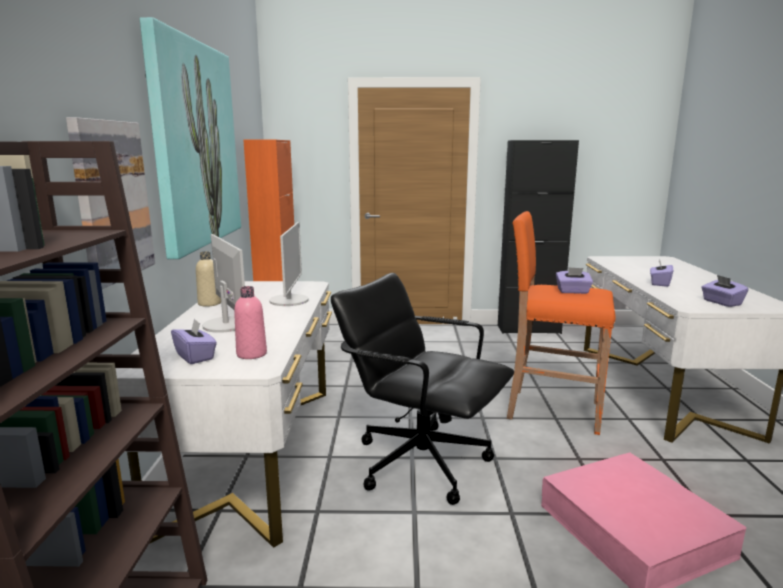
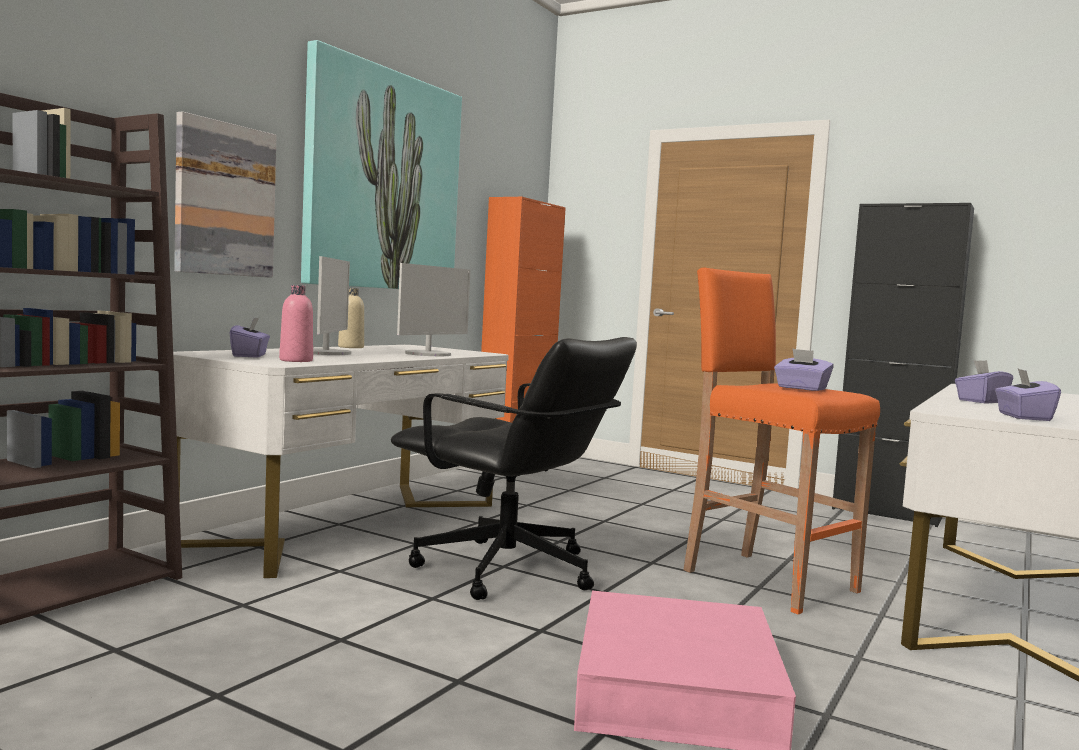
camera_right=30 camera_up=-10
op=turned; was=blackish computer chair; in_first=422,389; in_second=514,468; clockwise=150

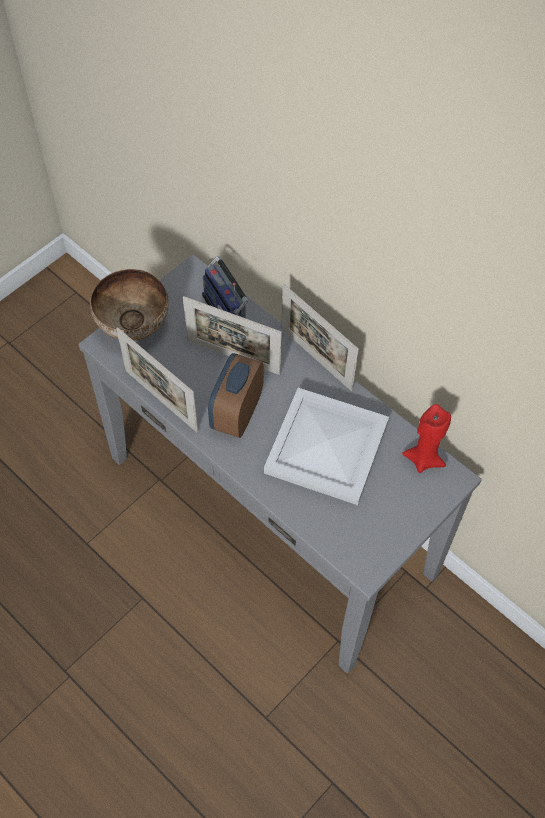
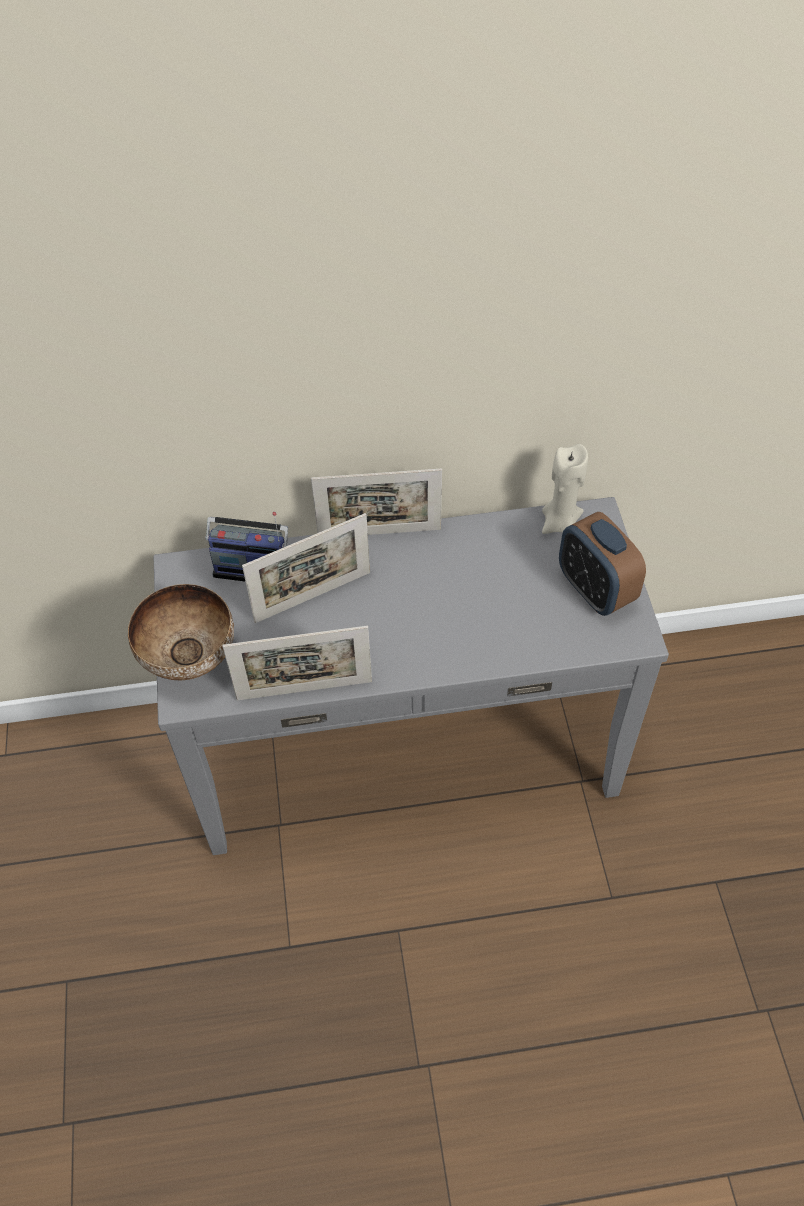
camera_right=-50 camera_up=-5
op=moved; was=table clock; in_first=236,395; in_second=602,564
op=removed; was=whitish tray; in_first=326,446
op=recoloured; was=reddish candle; now=sand-coloured candle; in_first=426,438; in_second=565,489

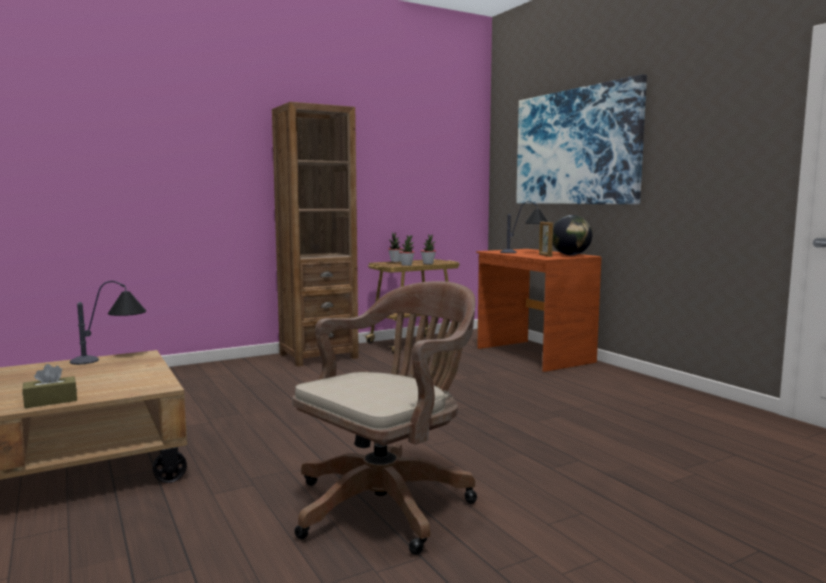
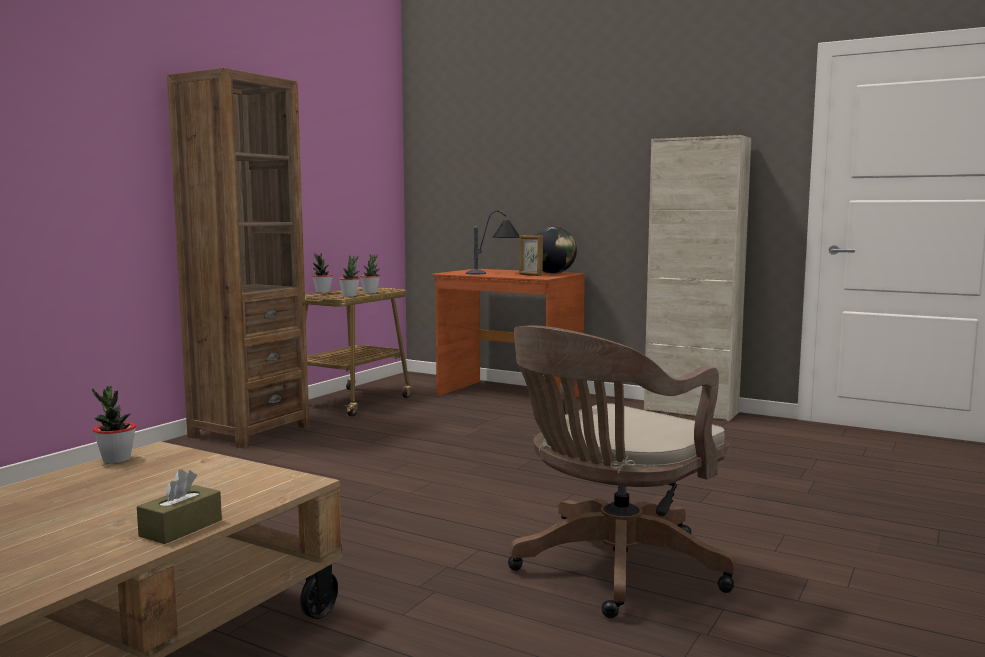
camera_right=-30 camera_up=0
op=removed; was=picture; in_first=581,139
op=replaced; was=table lamp; now=plant in a pot; in_first=108,323; in_second=114,425
op=turned; was=brownish computer chair; in_first=384,418; in_second=622,471; clockwise=-150
op=added; now=sand-coloured cupboard; in_second=697,278

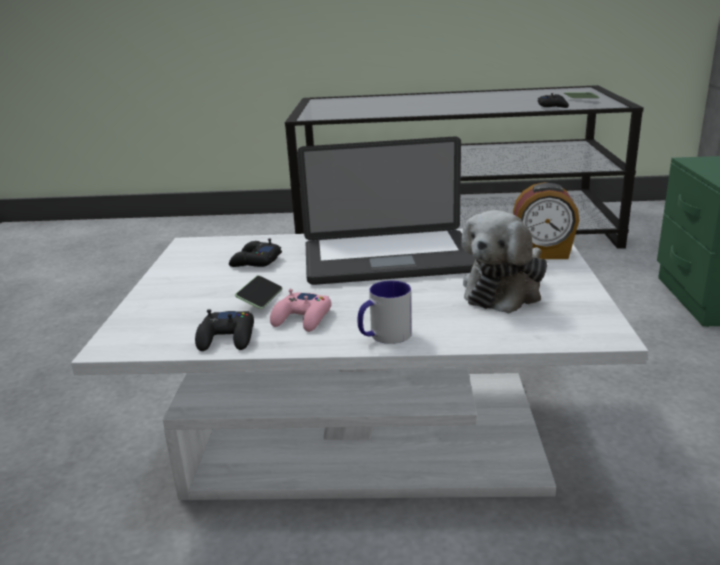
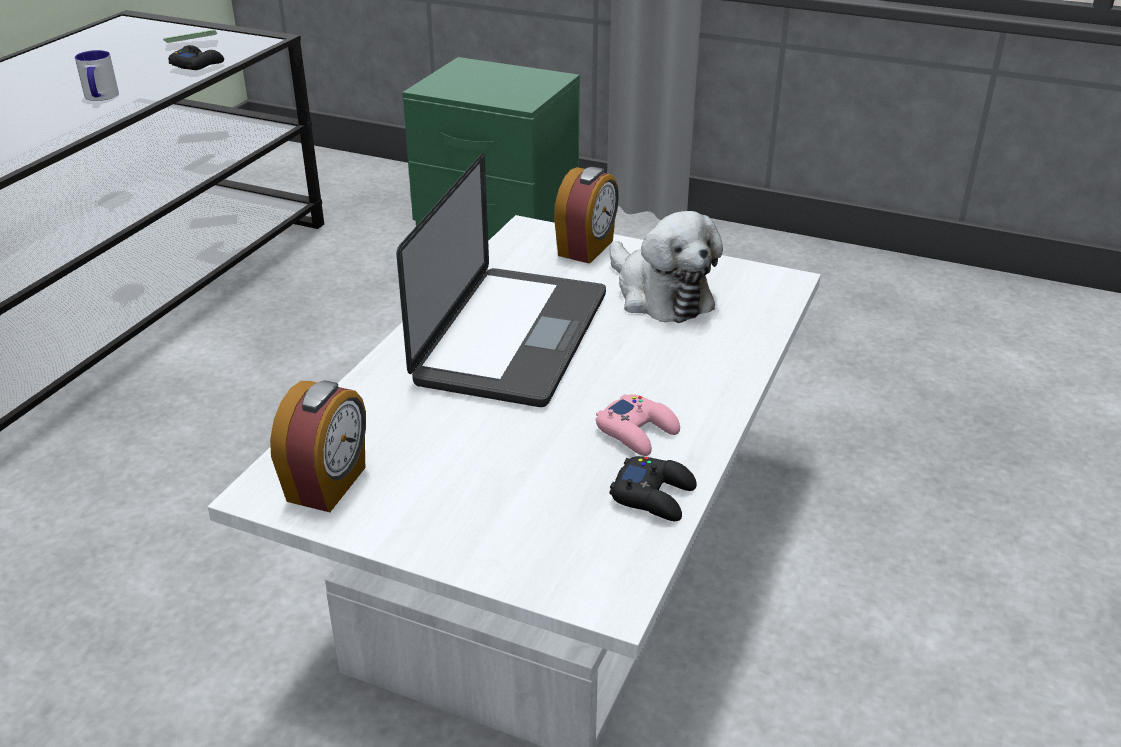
camera_right=-70 camera_up=10
op=removed; was=blackish game controller; in_first=255,252
op=removed; was=telephone; in_first=259,292
op=moved; was=tea mug; in_first=385,312; in_second=97,75
op=added; now=table clock; in_second=318,446

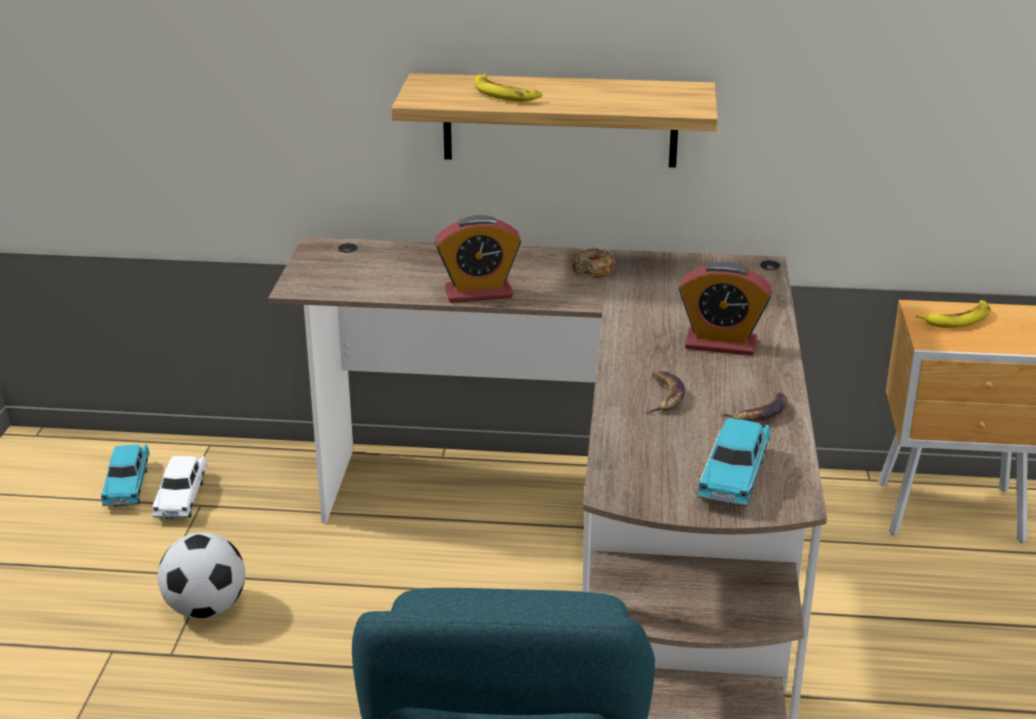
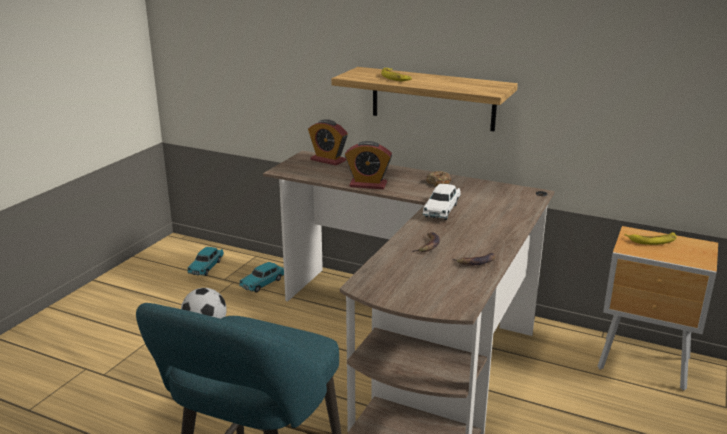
camera_right=20 camera_up=-5
op=moved; was=table clock; in_first=725,309; in_second=328,142
op=moved; was=blue-green miniature car; in_first=734,462; in_second=261,277
op=moved; was=whitish miniature car; in_first=179,487; in_second=442,202

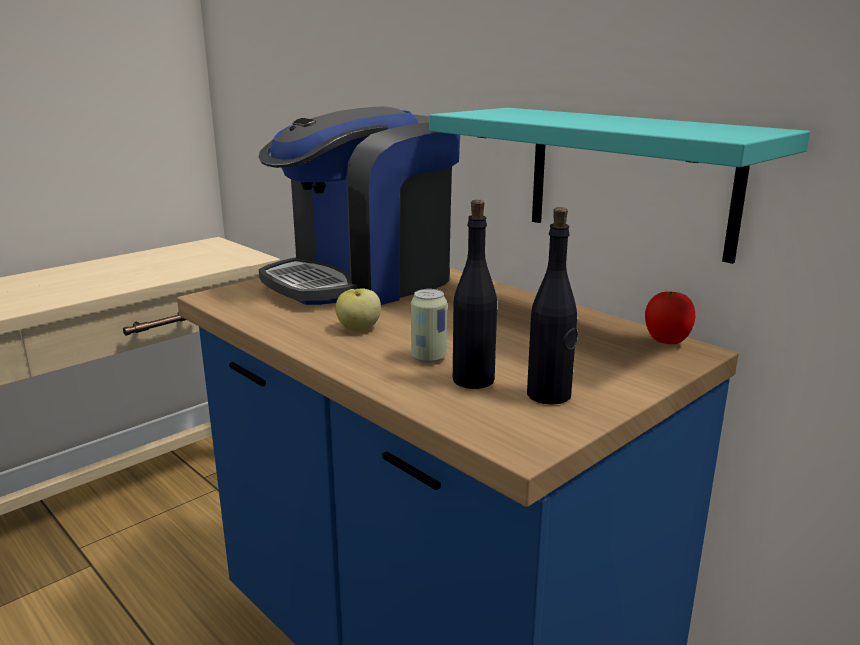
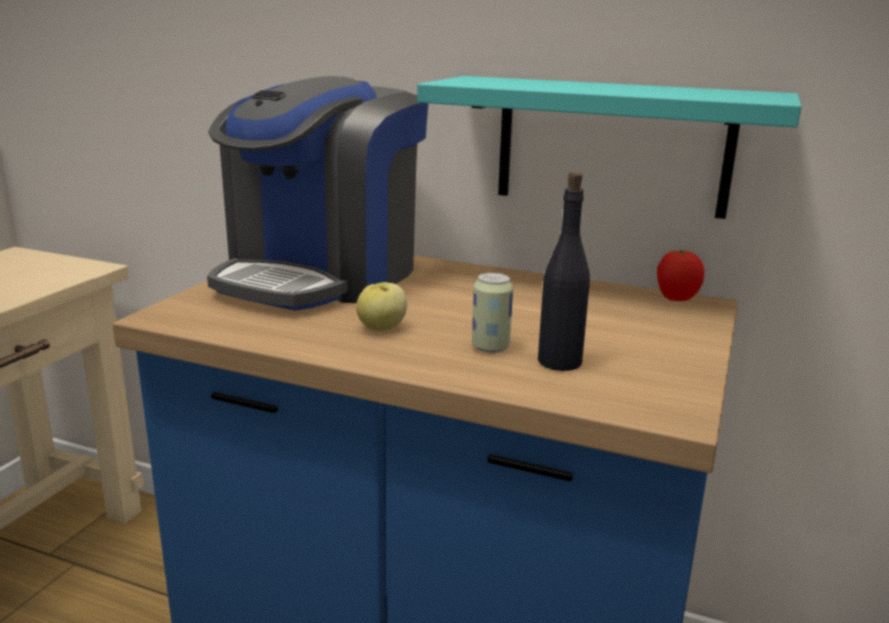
camera_right=-25 camera_up=0
op=removed; was=blackish drink bottle; in_first=552,306

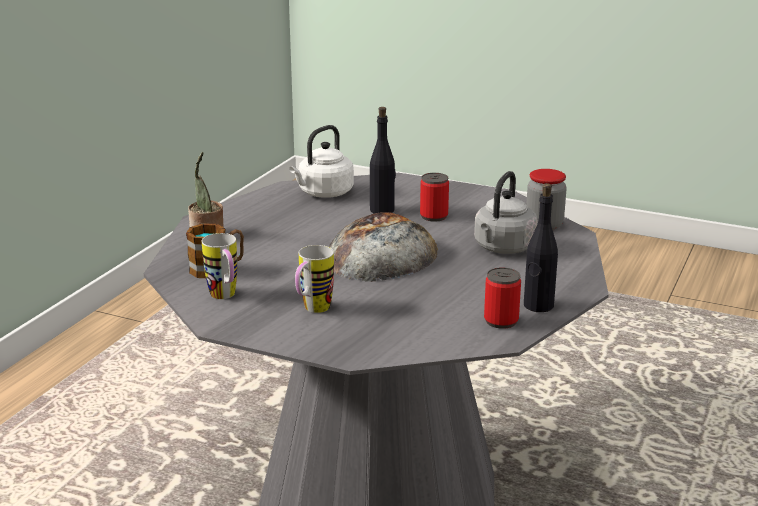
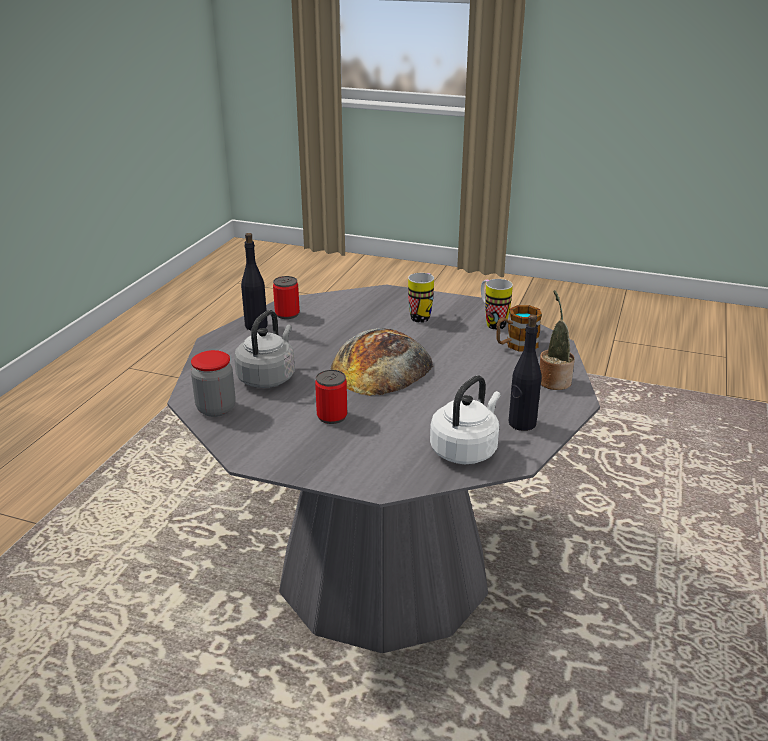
camera_right=175 camera_up=5
op=moved; was=blackish drink bottle; in_first=383,160; in_second=525,373

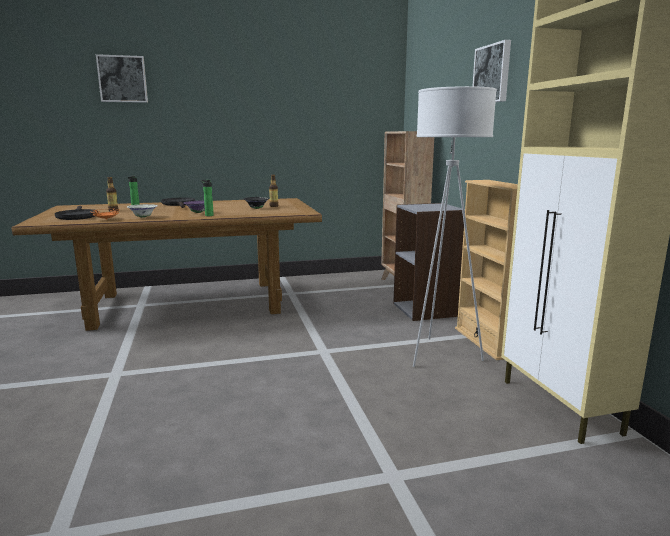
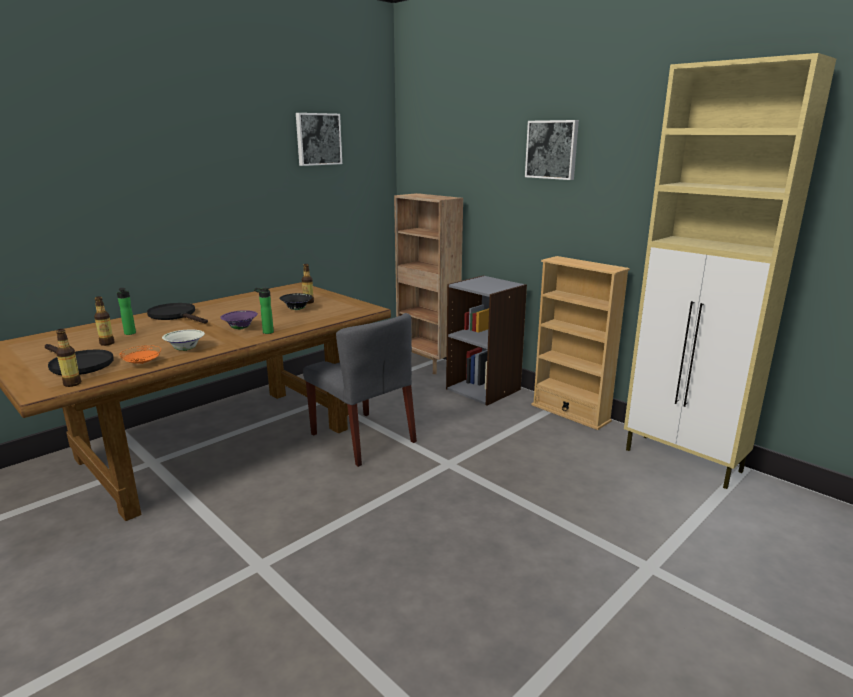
camera_right=-30 camera_up=5
op=moved; was=picture; in_first=122,78; in_second=319,139
op=removed; was=whitish standing lamp; in_first=455,226
op=added; now=gray chair; in_second=360,390
op=added; now=drink bottle; in_second=68,358

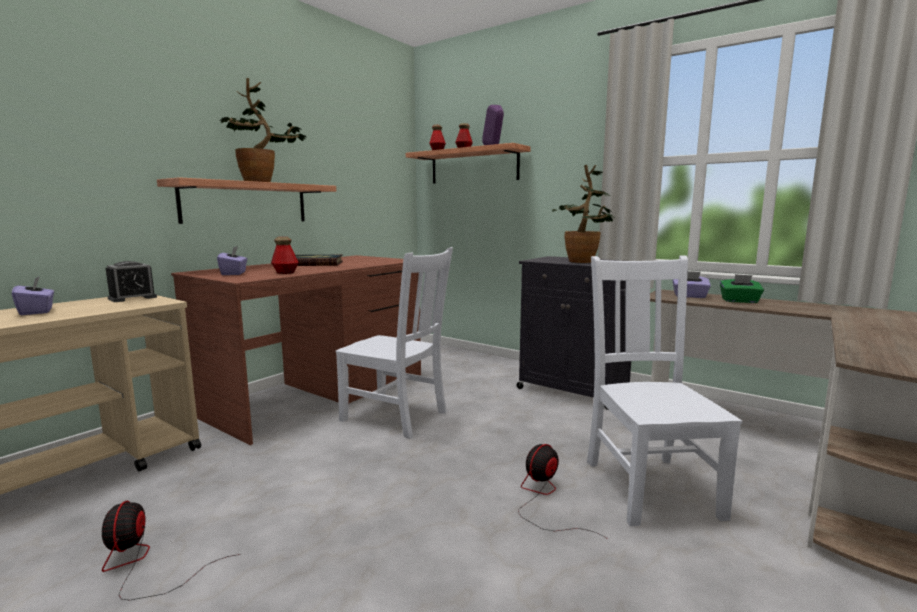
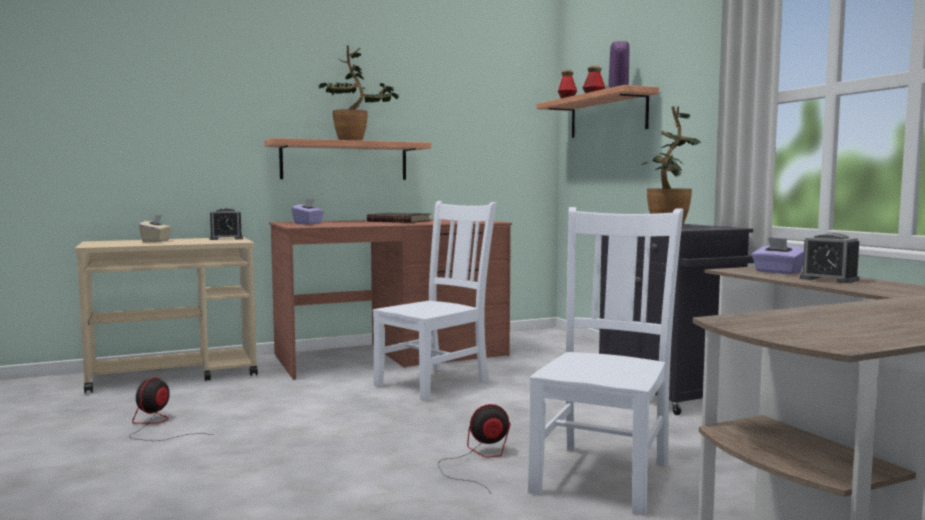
camera_right=30 camera_up=-5
op=removed; was=drink bottle; in_first=285,255
op=turned; was=whitish chair; in_first=394,343; in_second=435,301; clockwise=-105
op=replaced; was=greenish tissue box; now=table clock; in_first=742,288; in_second=830,258
op=recoloured; was=purple-coloured tissue box; now=sand-coloured tissue box; in_first=33,295; in_second=155,228

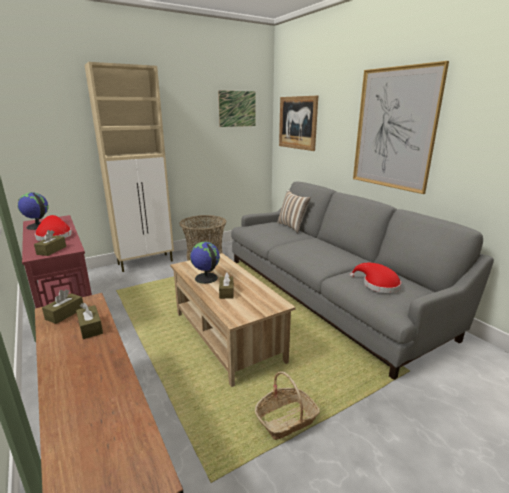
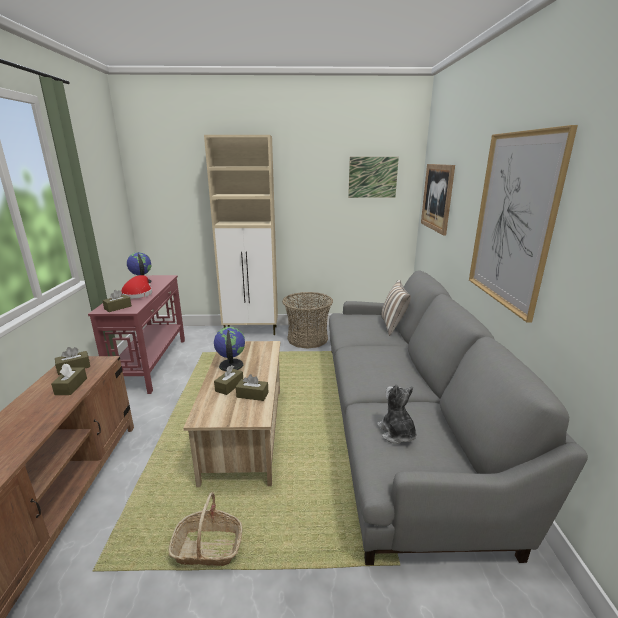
camera_right=30 camera_up=0
op=replaced; was=reddish clothing hat; now=cuddly toy; in_first=375,278; in_second=396,414
op=added; now=brownish tissue box; in_second=252,387

